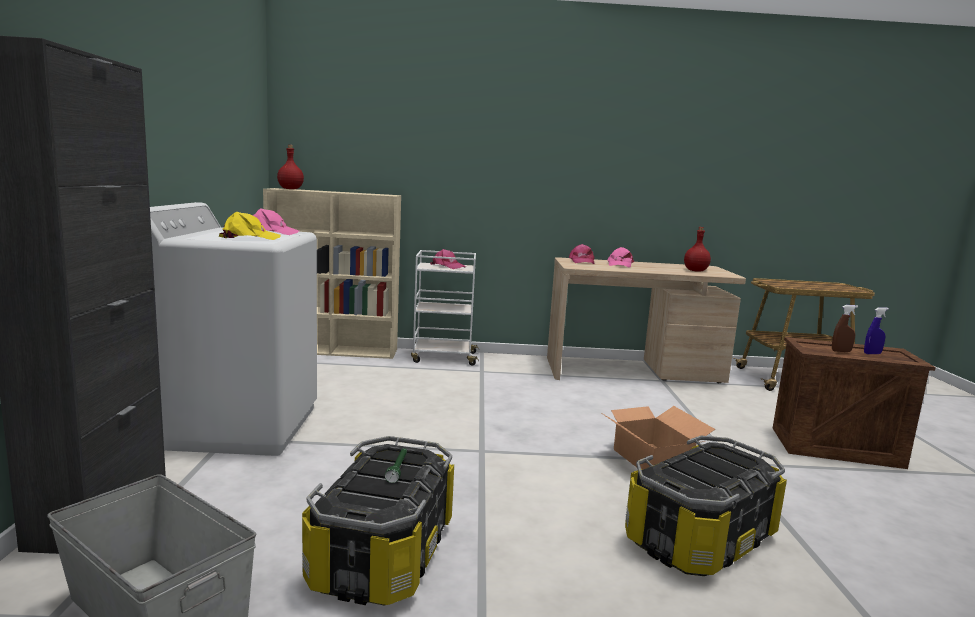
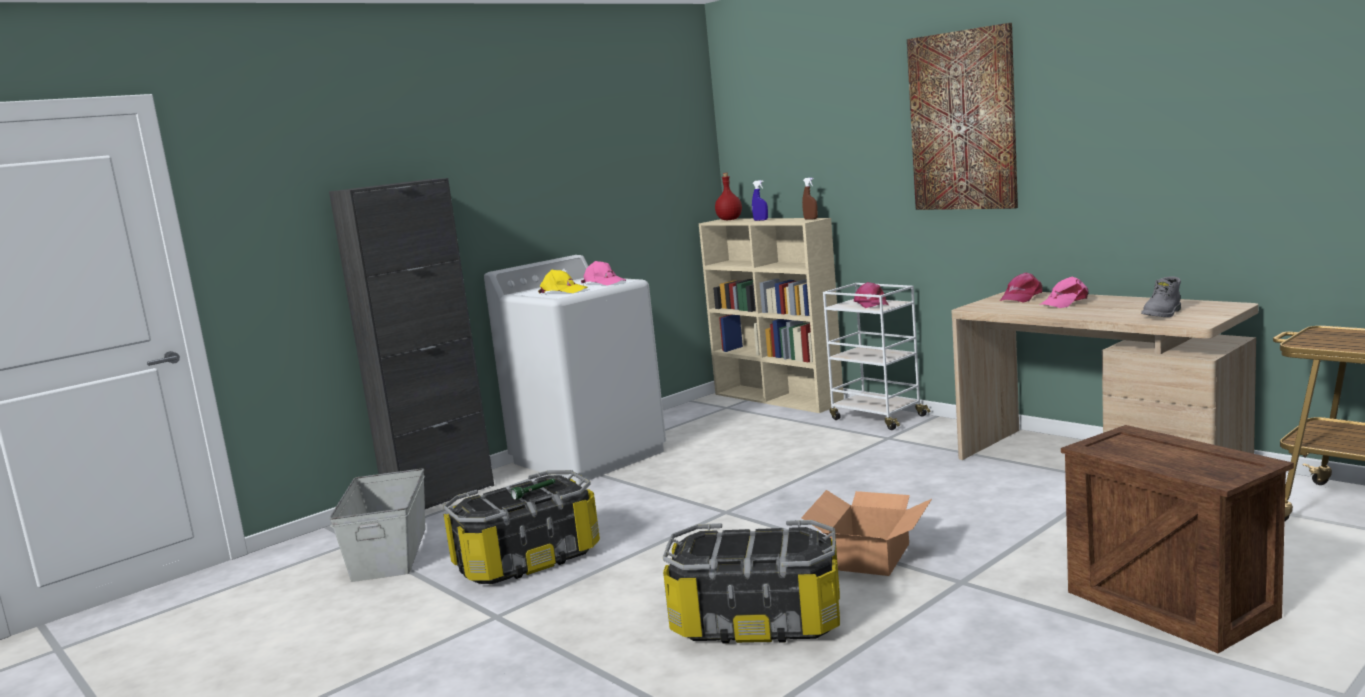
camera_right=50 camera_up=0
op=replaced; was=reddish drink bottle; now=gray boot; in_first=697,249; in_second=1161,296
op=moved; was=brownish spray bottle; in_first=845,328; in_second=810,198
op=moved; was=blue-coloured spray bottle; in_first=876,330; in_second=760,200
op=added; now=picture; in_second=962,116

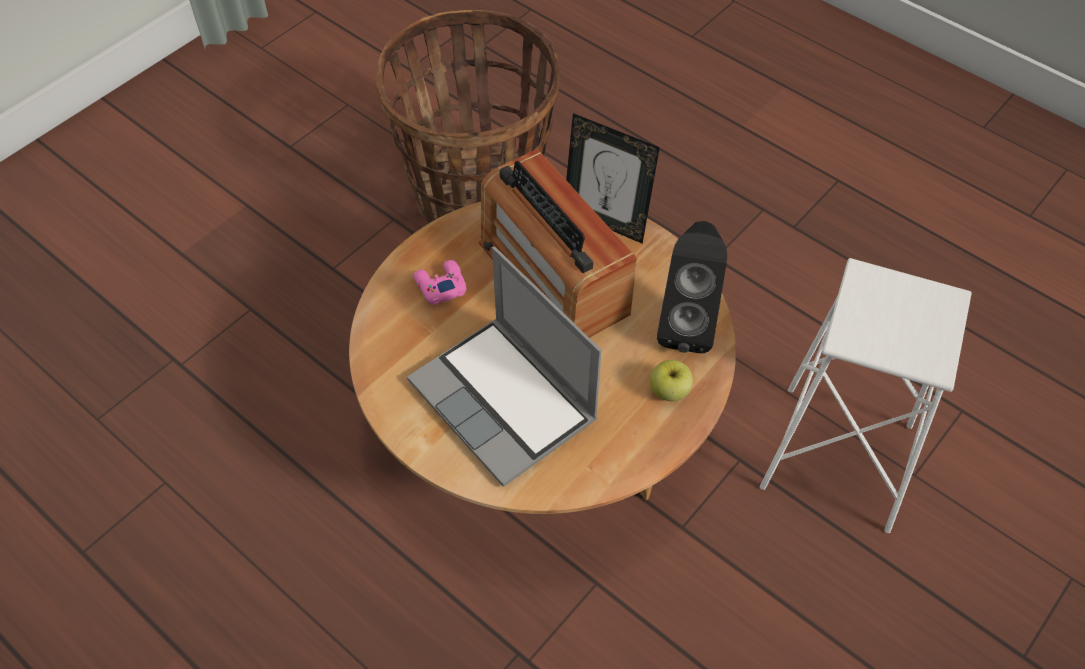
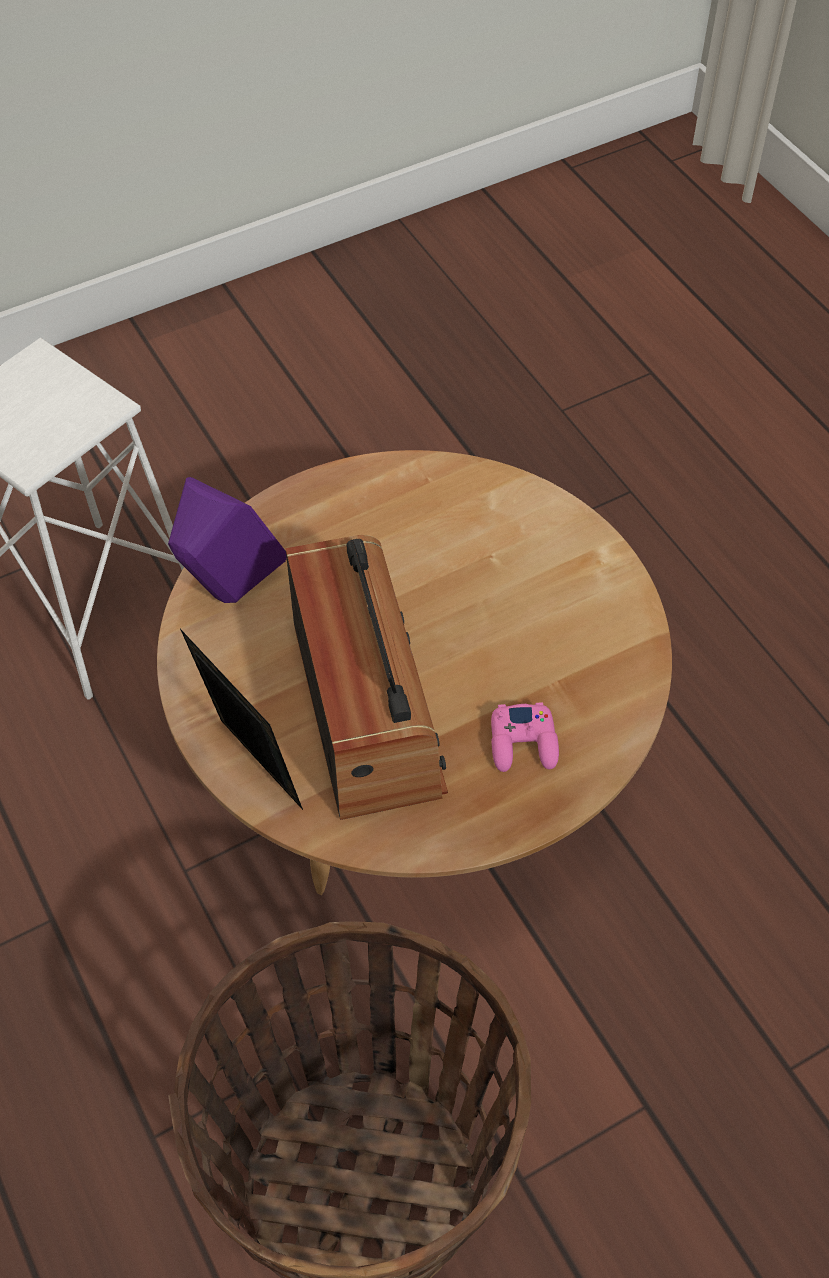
camera_right=-160 camera_up=0
op=recoloured; was=blackish audio speaker; now=purple-coloured audio speaker; in_first=692,287; in_second=227,540
op=removed; was=portable computer; in_first=504,367
op=removed; was=apple fruit; in_first=671,380

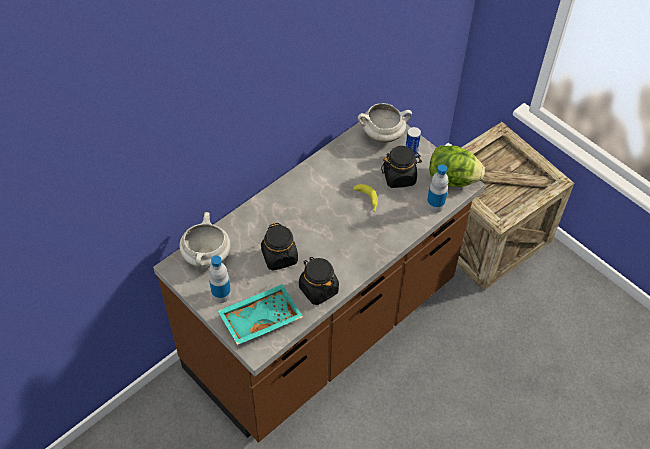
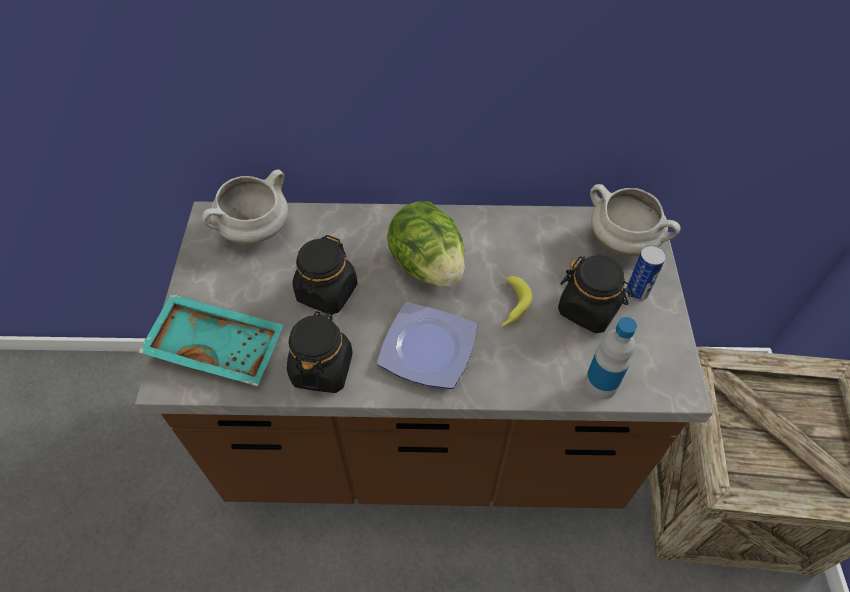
camera_right=45 camera_up=0
op=moved; was=head of lettuce; in_first=457,166; in_second=426,244
op=removed; was=drink bottle; in_first=220,279
op=added; now=flat dish; in_second=427,345

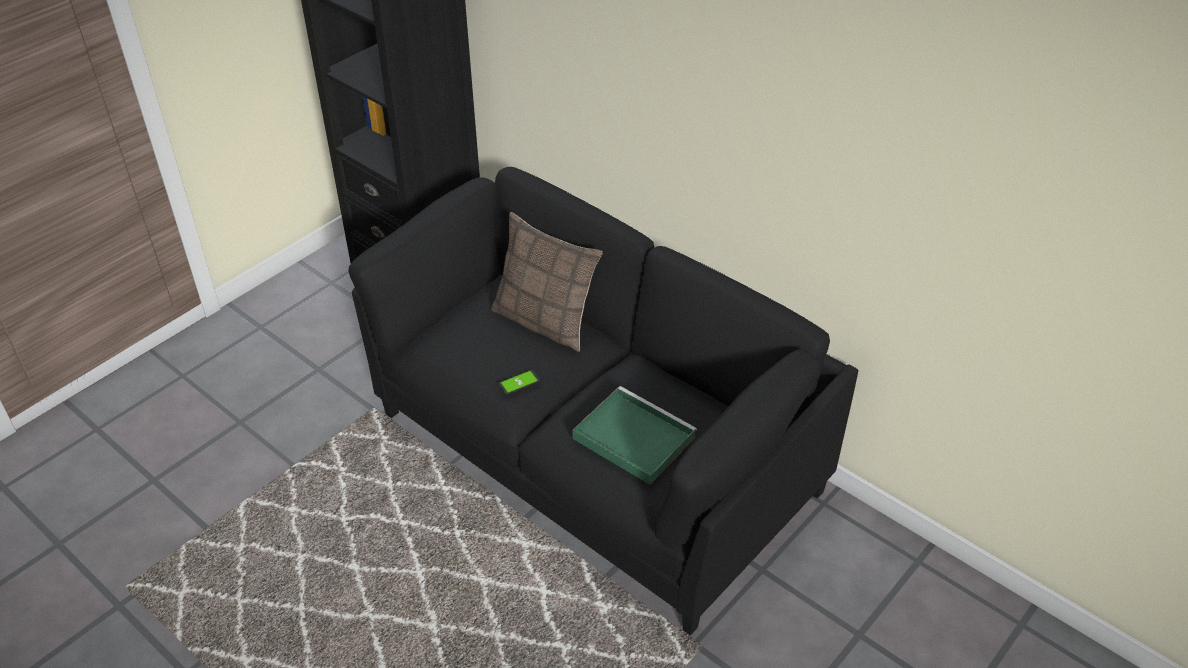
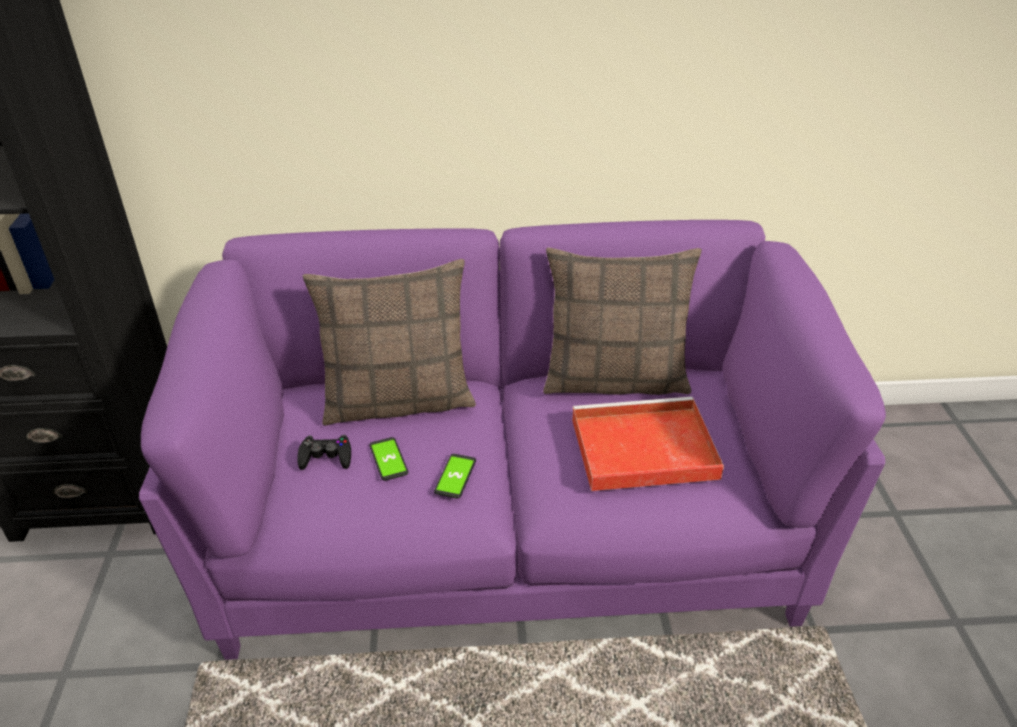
camera_right=-45 camera_up=-5
op=recoloured; was=blackish couch; now=purple-coloured couch; in_first=603,401; in_second=512,440
op=recoloured; was=greenish tray; now=reddish tray; in_first=635,435; in_second=648,444
op=added; now=throw pillow; in_second=622,321
op=added; now=blackish game controller; in_second=324,452
op=added; now=telephone; in_second=388,459

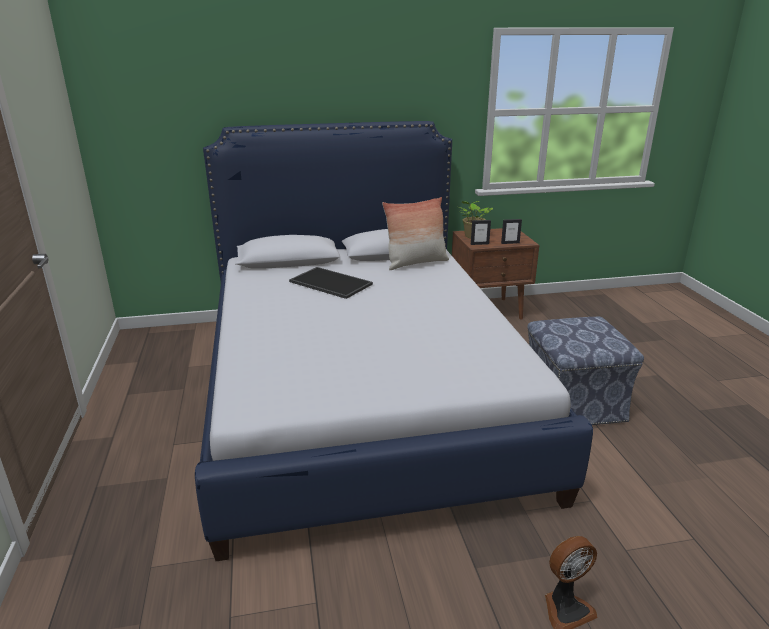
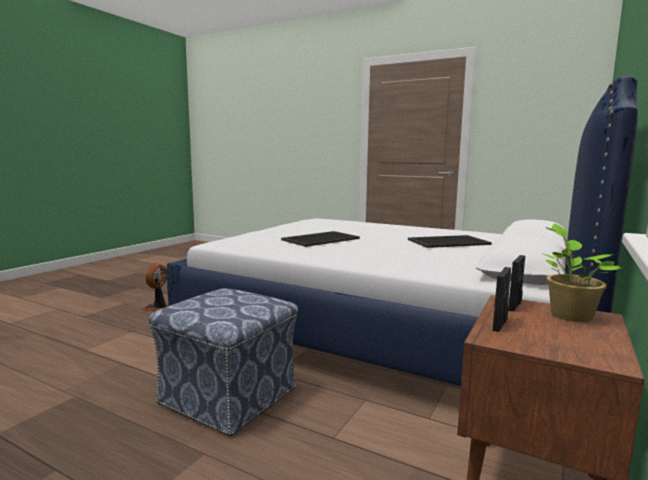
camera_right=130 camera_up=-15
op=removed; was=throw pillow; in_first=415,233
op=added; now=tray; in_second=320,239

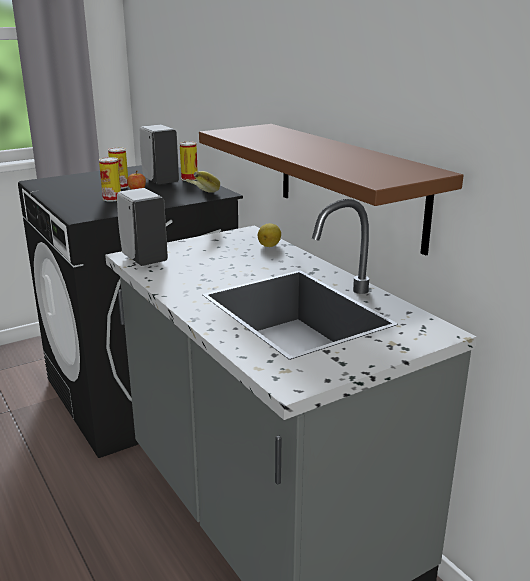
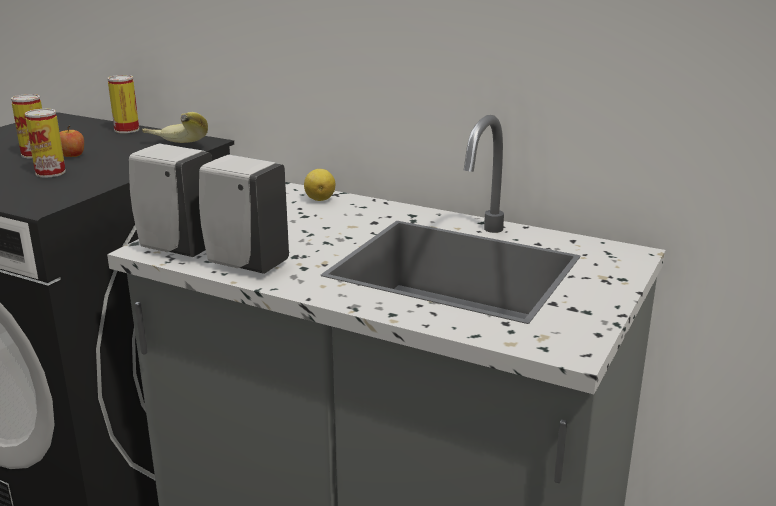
camera_right=-30 camera_up=0
op=removed; was=brownish bracket shelf; in_first=331,190
op=moved; was=whitish soap bottle; in_first=159,154; in_second=244,214

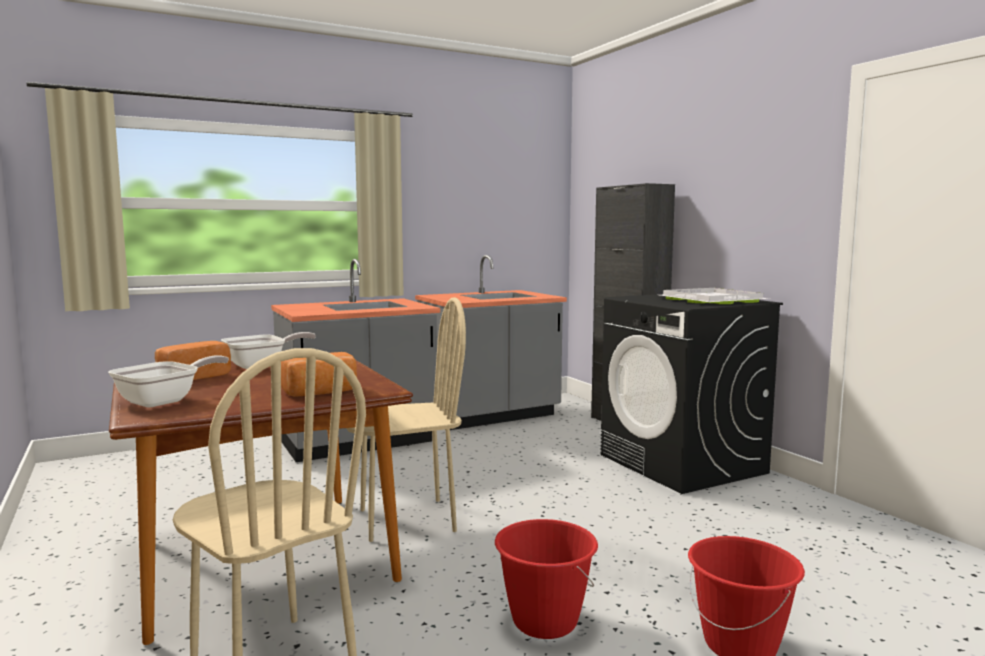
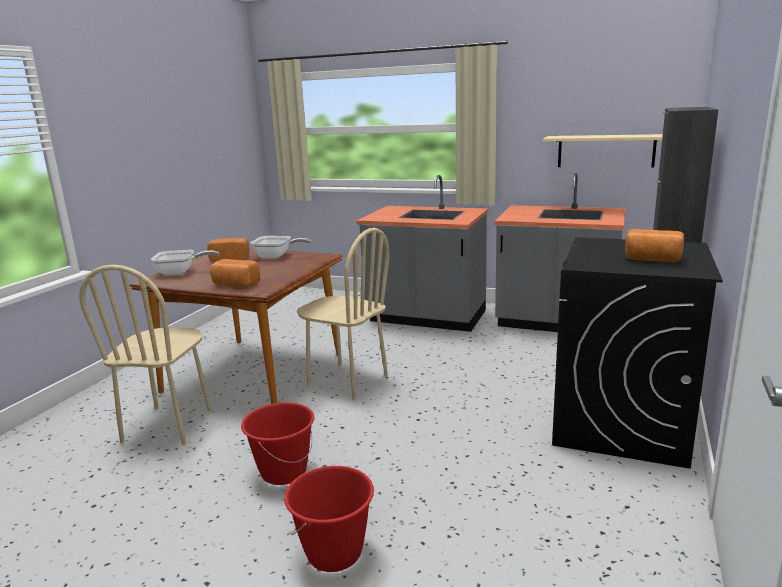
camera_right=50 camera_up=10
op=replaced; was=whitish tray; now=baked bread; in_first=715,296; in_second=654,245
op=added; now=sand-coloured bracket shelf; in_second=603,151

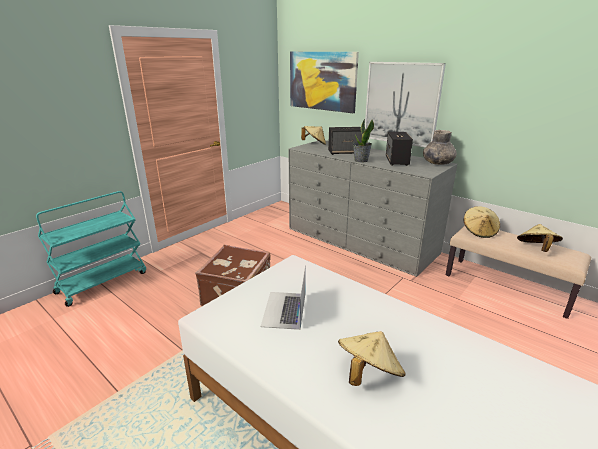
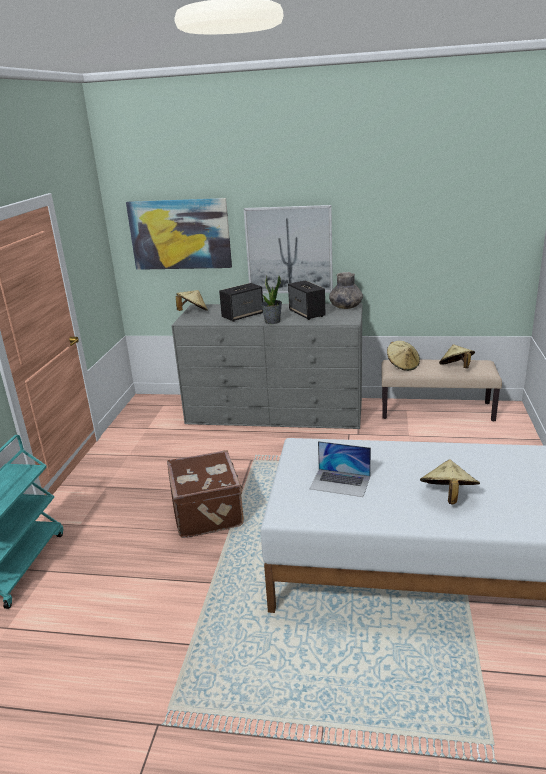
camera_right=-30 camera_up=0
op=turned; was=portable computer; in_first=283,298; in_second=340,469; clockwise=-45

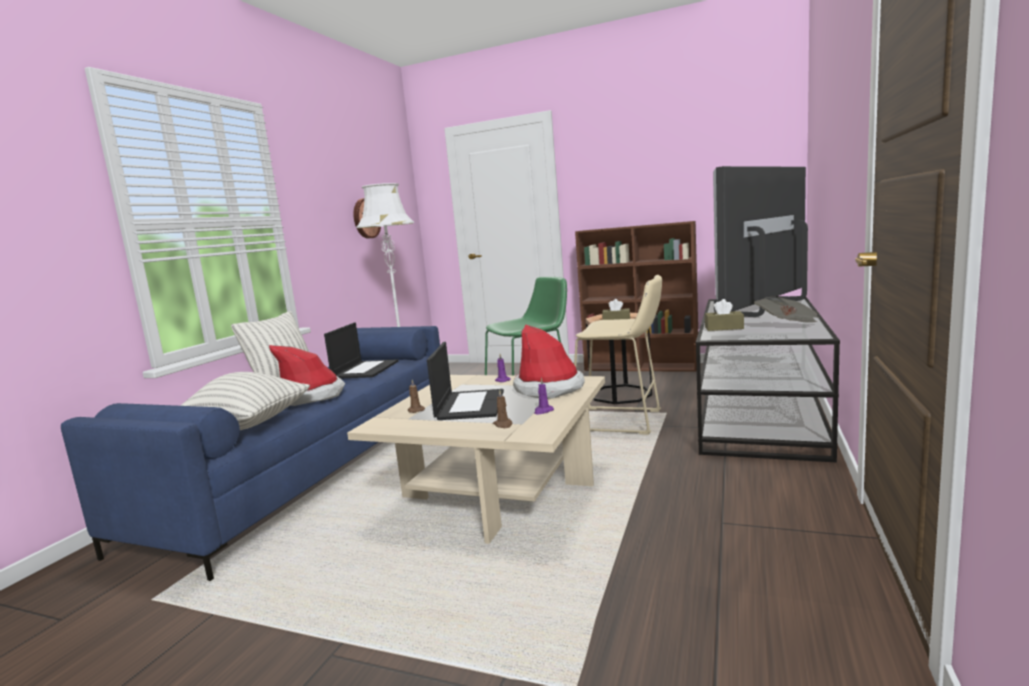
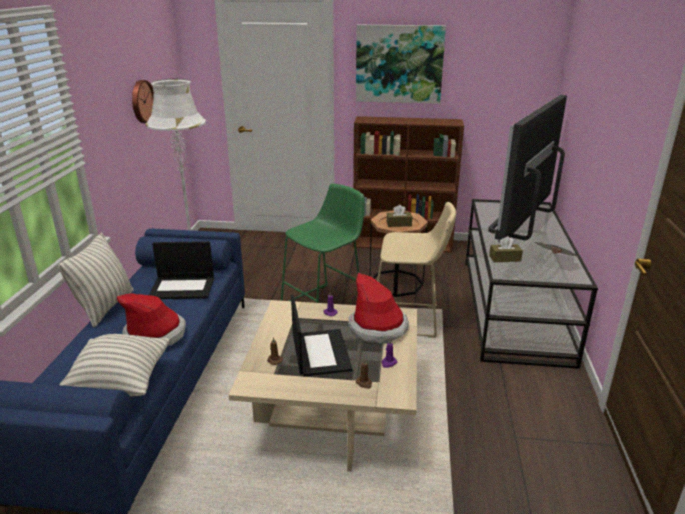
camera_right=-15 camera_up=15
op=turned; was=portable computer; in_first=361,350; in_second=181,270; clockwise=90
op=added; now=picture; in_second=401,64

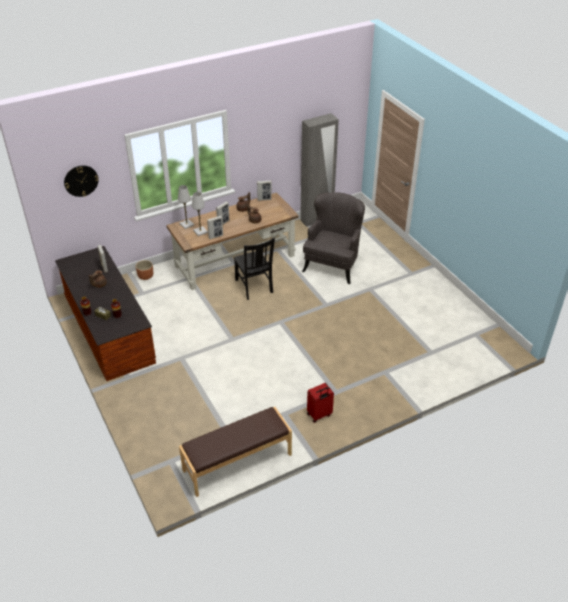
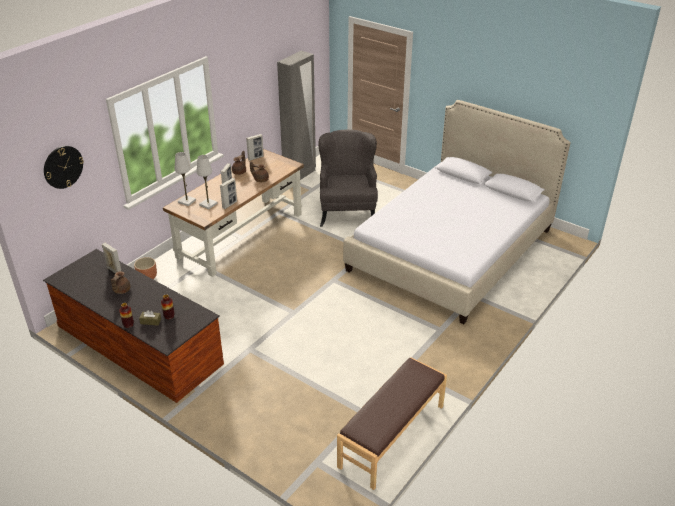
camera_right=-25 camera_up=-5
op=removed; was=blackish chair; in_first=254,269
op=removed; was=reddish travel case; in_first=320,403
op=added; now=sleeping bed; in_second=457,212

